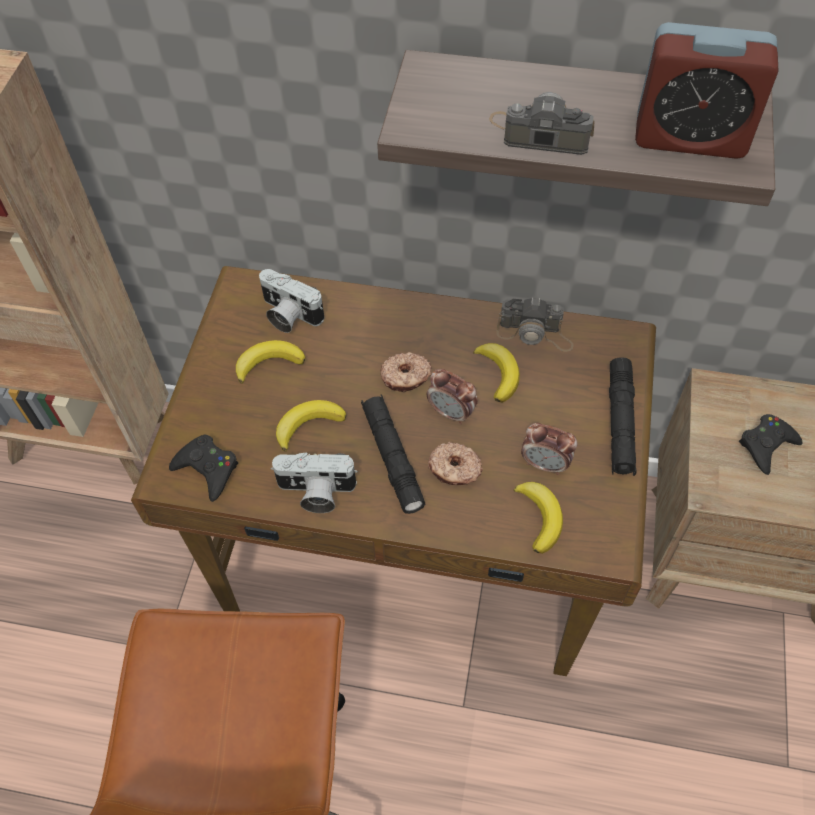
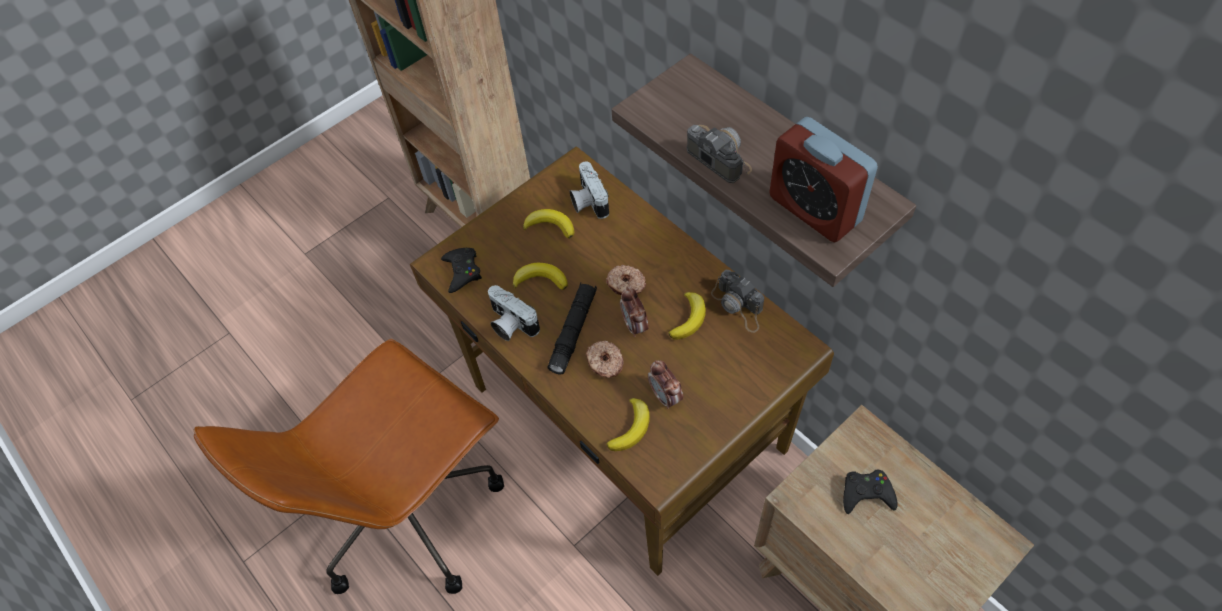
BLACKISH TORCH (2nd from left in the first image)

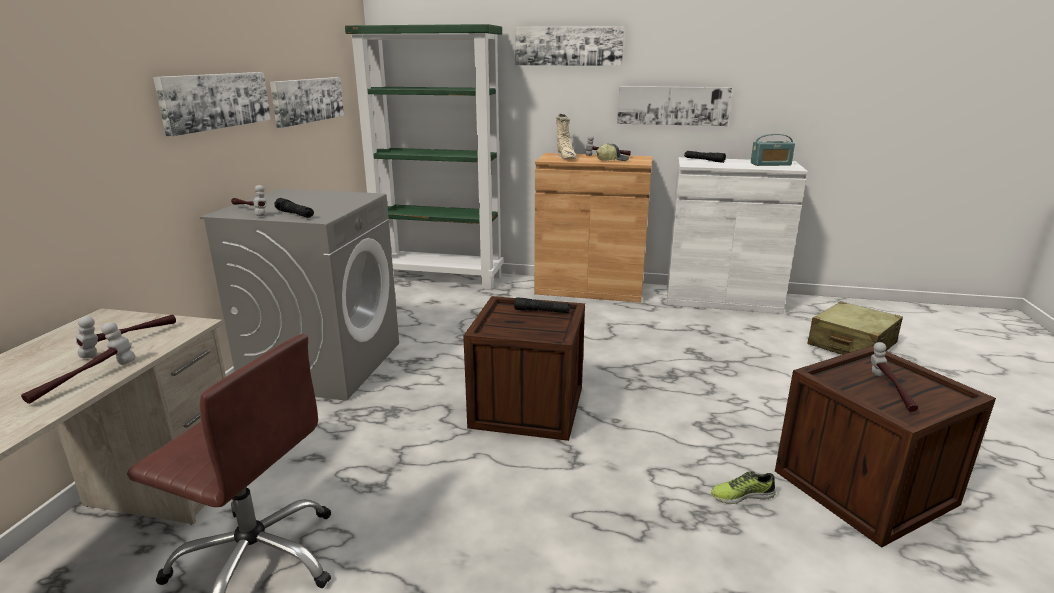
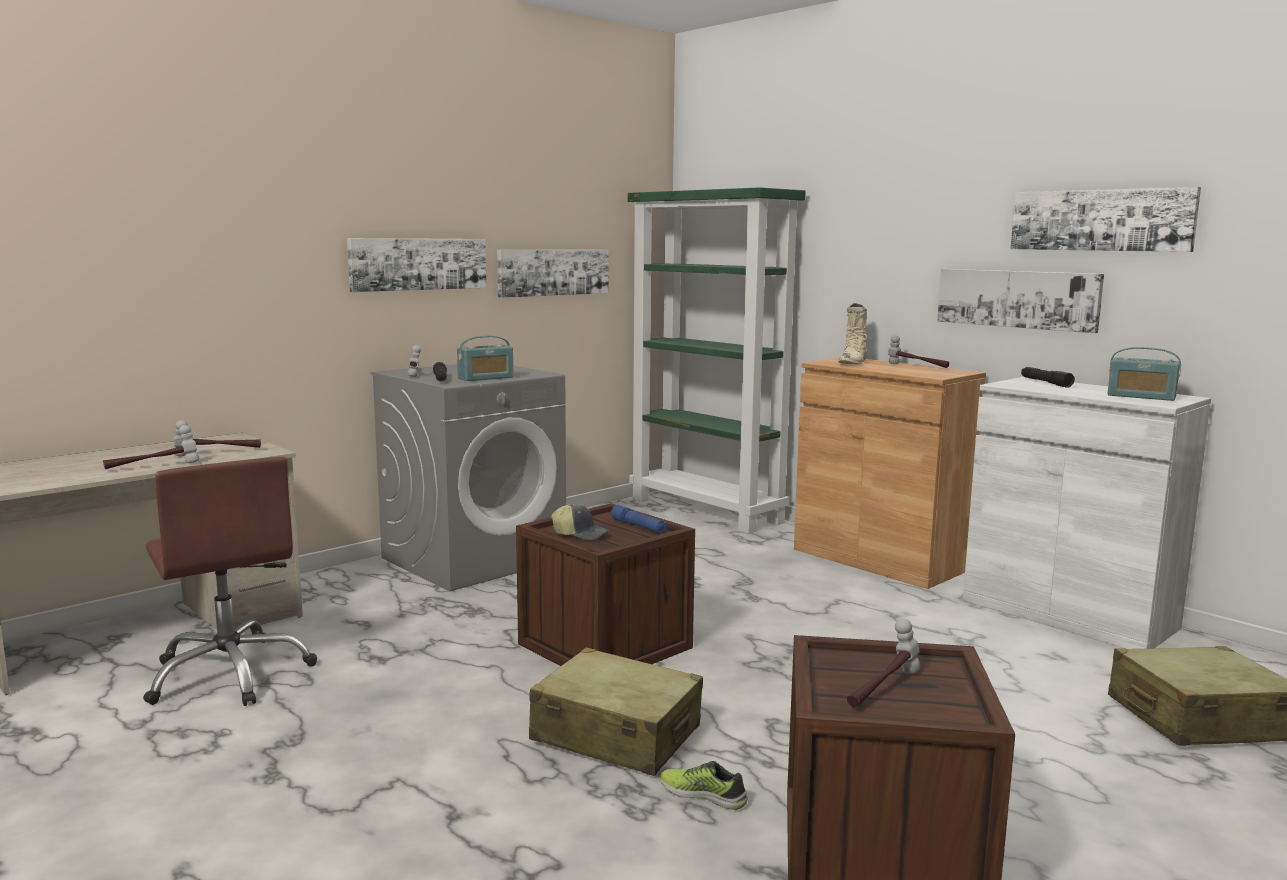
RADIO (1st from left)
SAND-COLOURED TRAVEL CASE (1st from left)
WALL ART (4th from left)
CAP
BLUISH TORCH

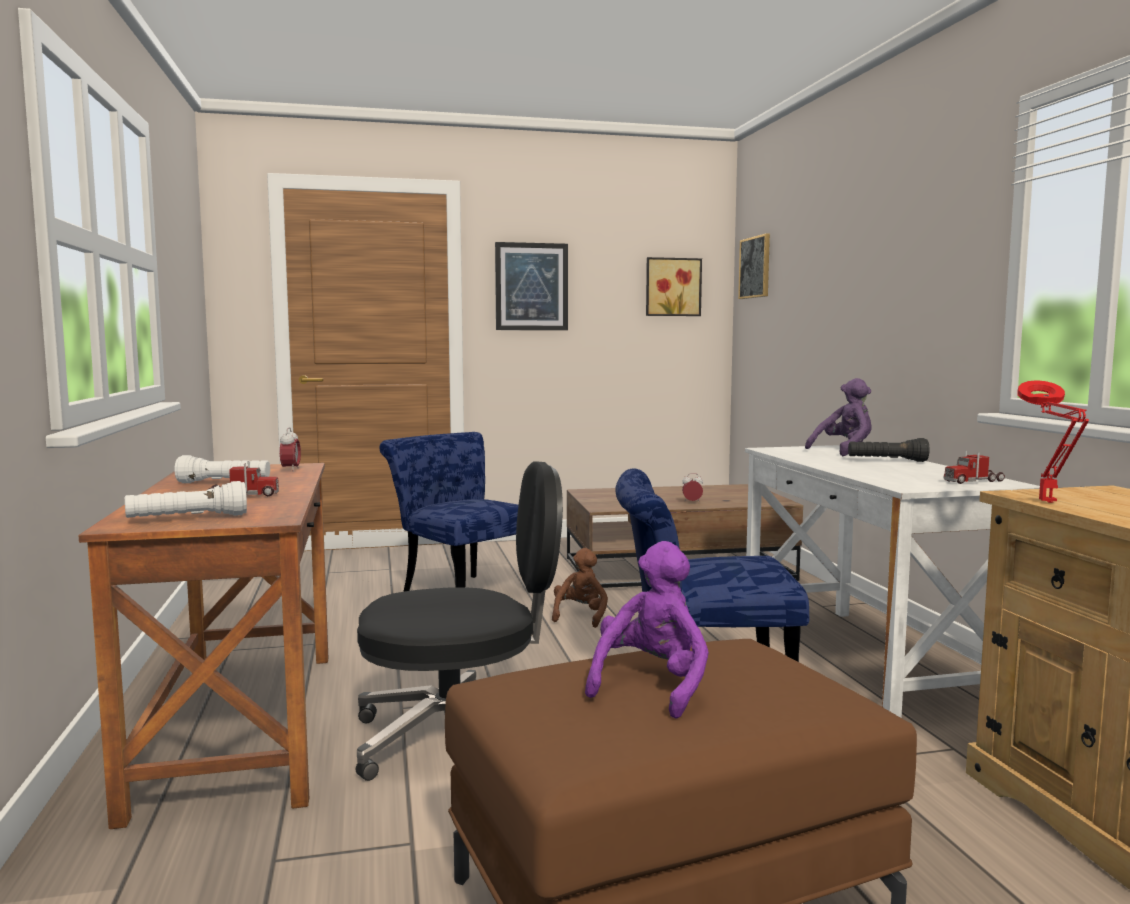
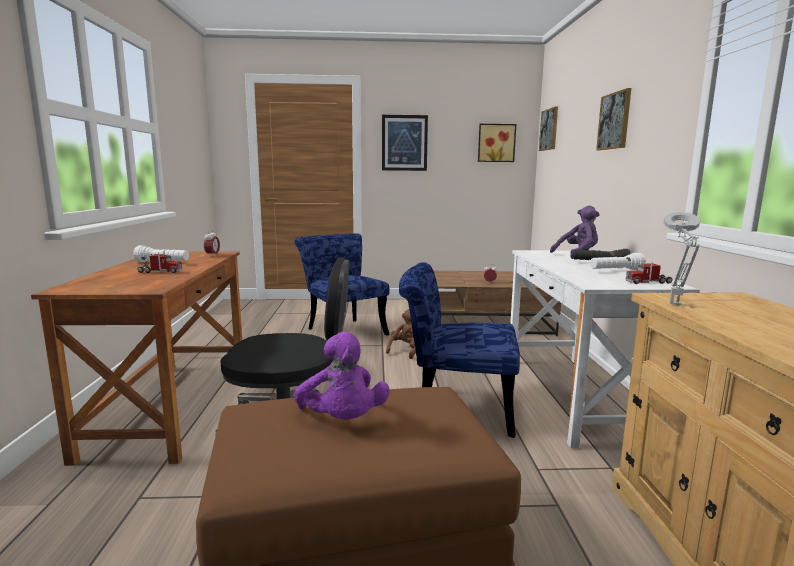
WALL ART (4th from left)
WHITISH TORCH (2nd from left)
GREY TABLETOP LAMP
PURPLISH PLUSH TOY (1st from left)

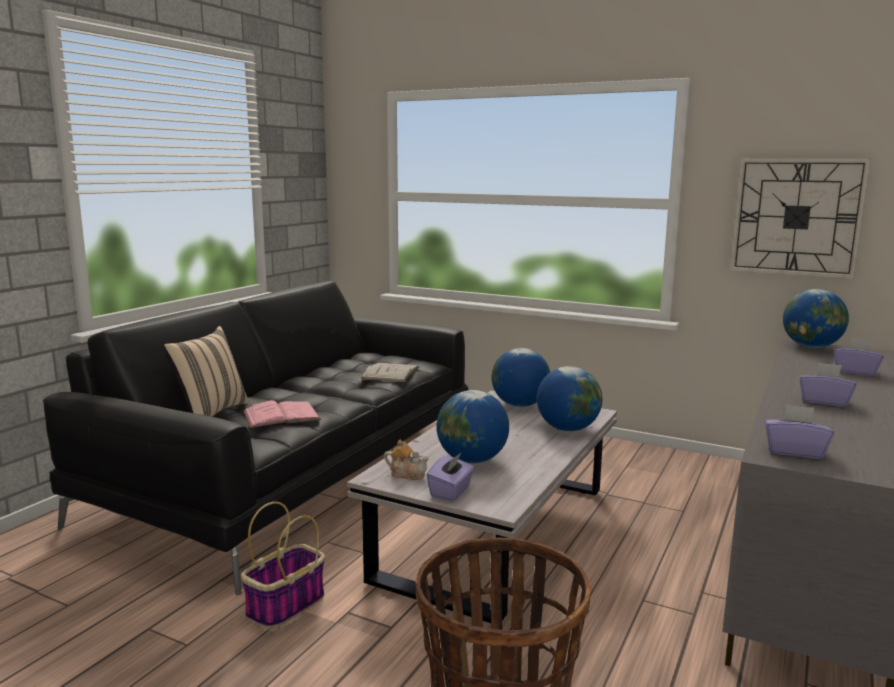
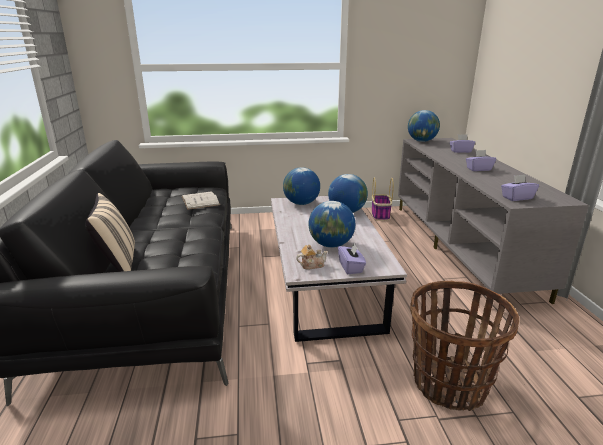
PINKISH BOUND BOOK
CLOCK ON THE WALL
BASKET (1st from left)

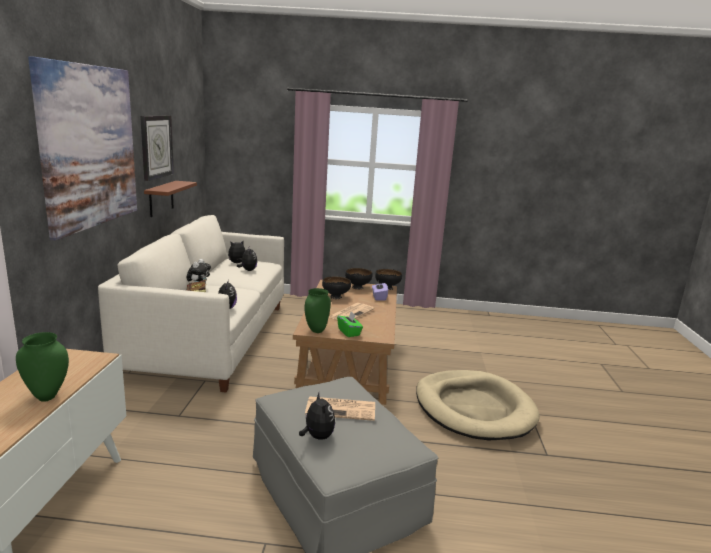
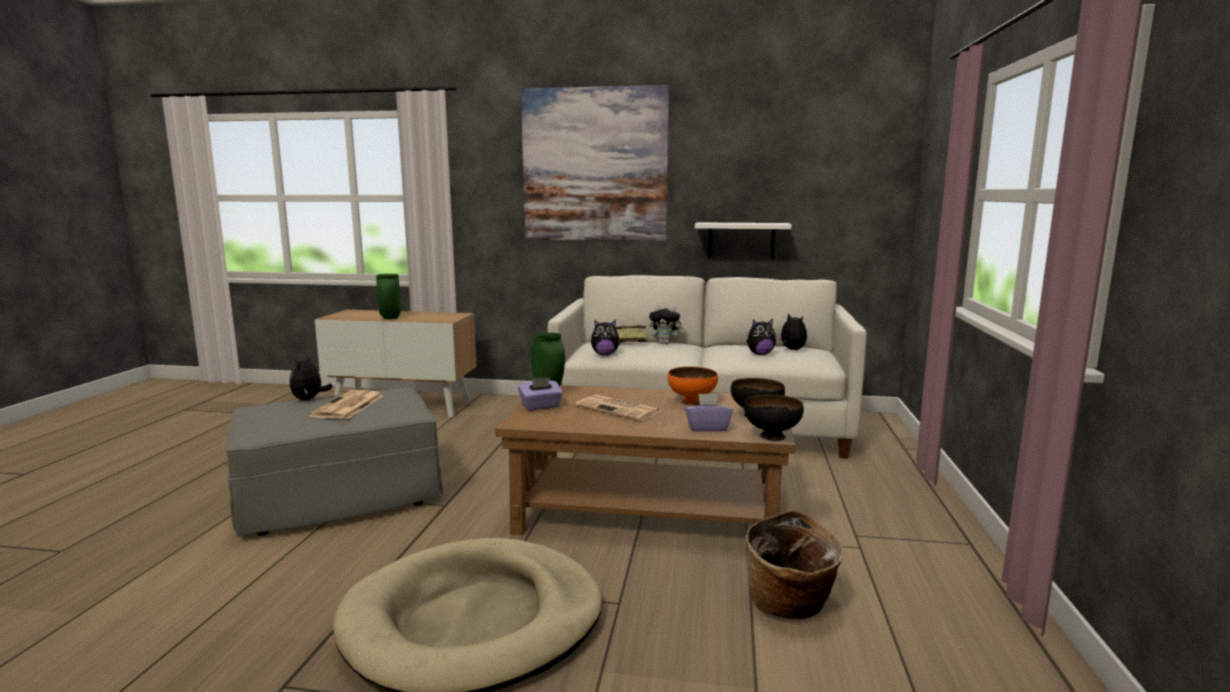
CLOCK ON THE WALL
BASKET
WHITISH BRACKET SHELF
ORANGE-COLOURED DEEP DISH
PURPLISH TISSUE HOLDER (1st from left)
PLUSH TOY (1st from left)

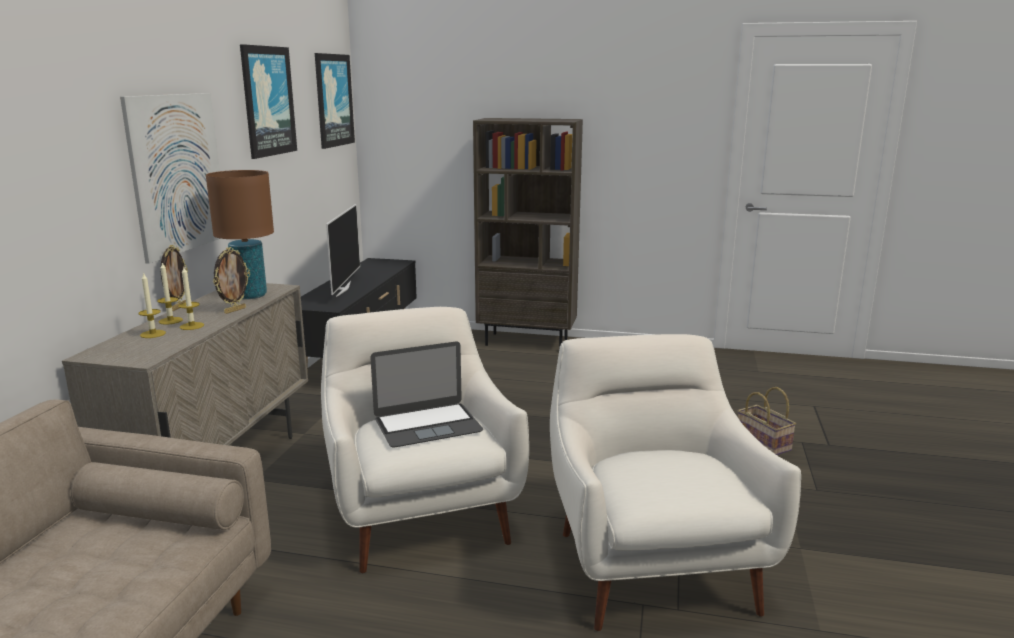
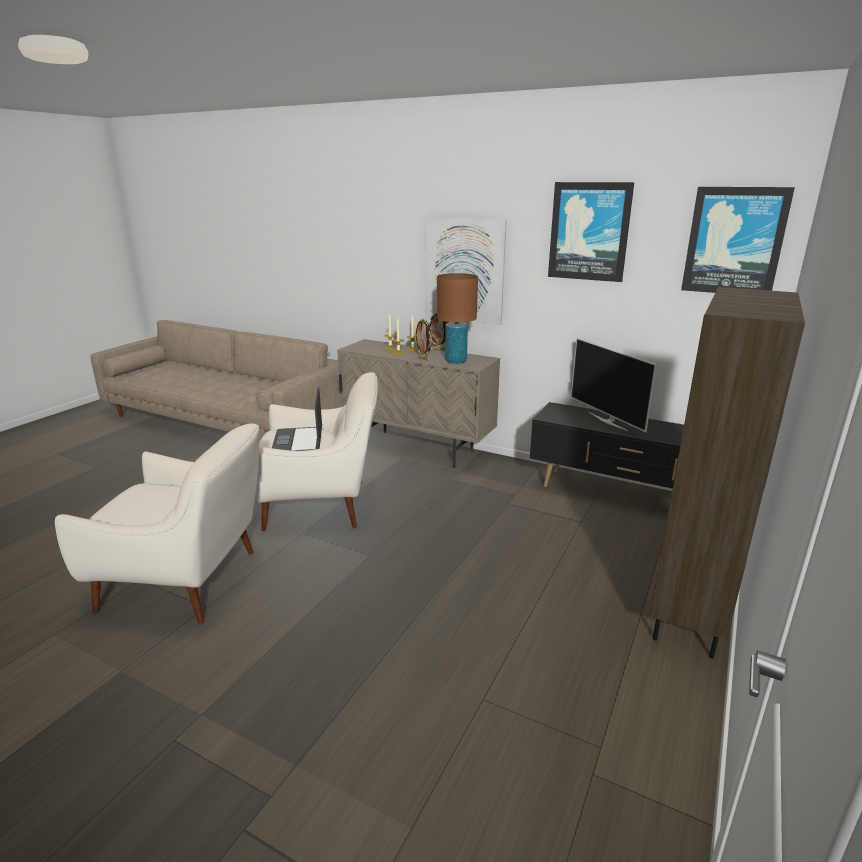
BASKET
TV SET

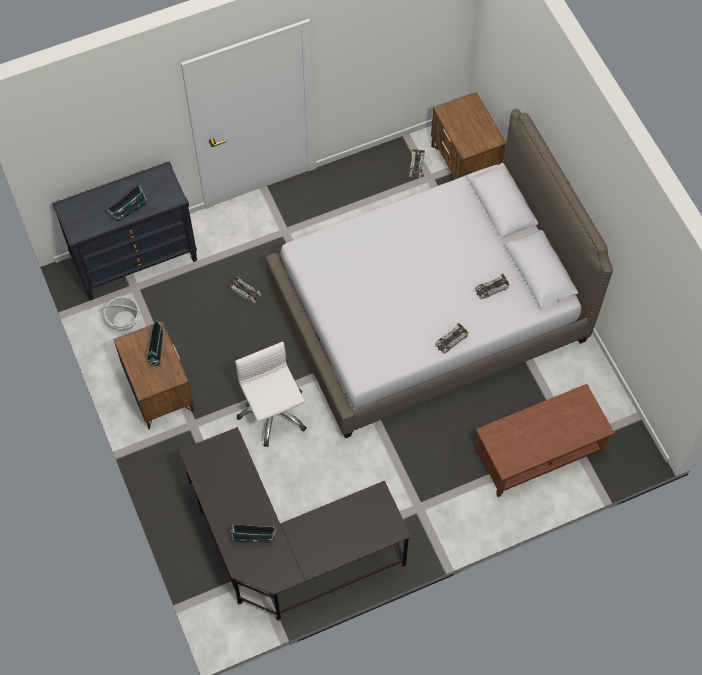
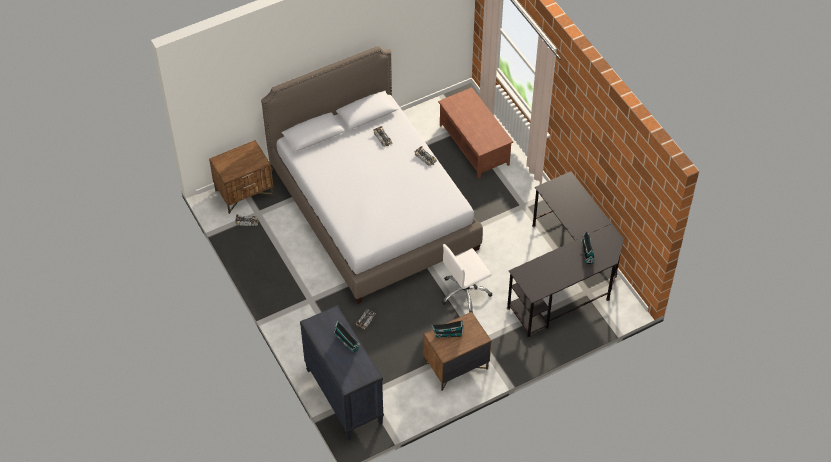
BASKET

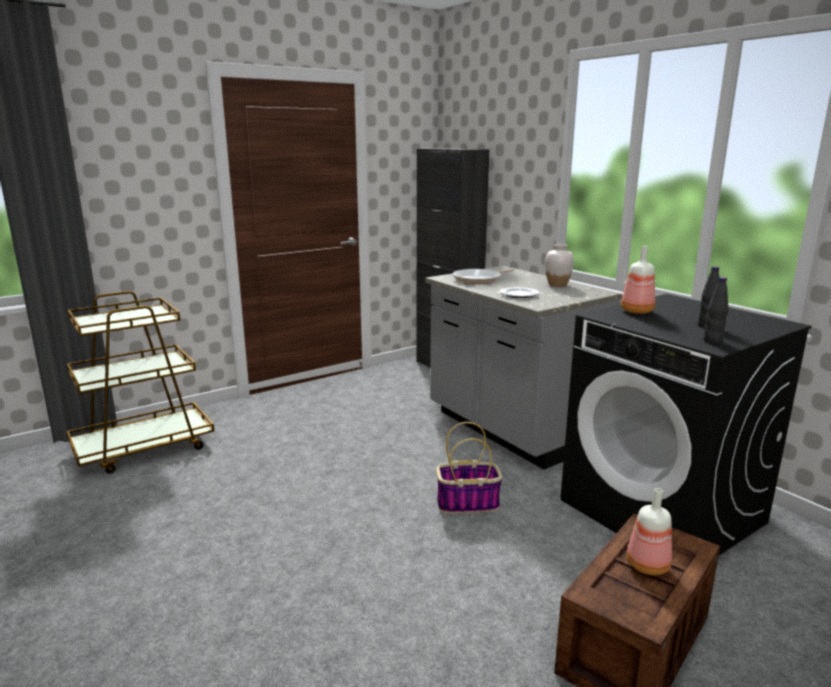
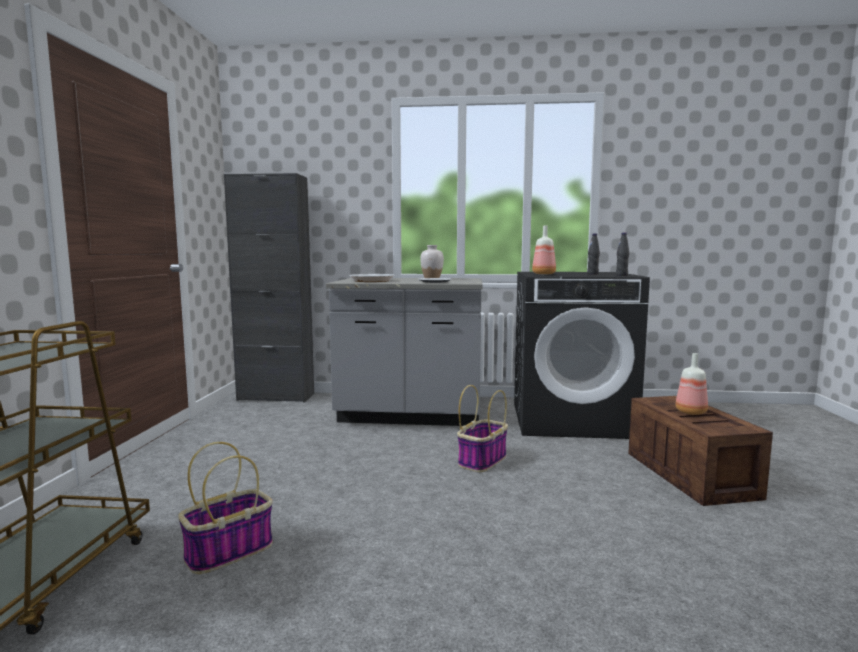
BASKET (1st from left)

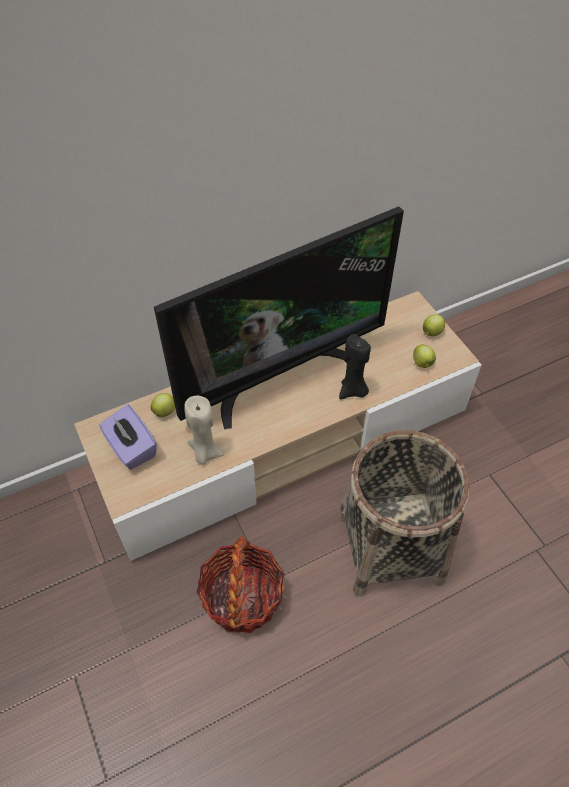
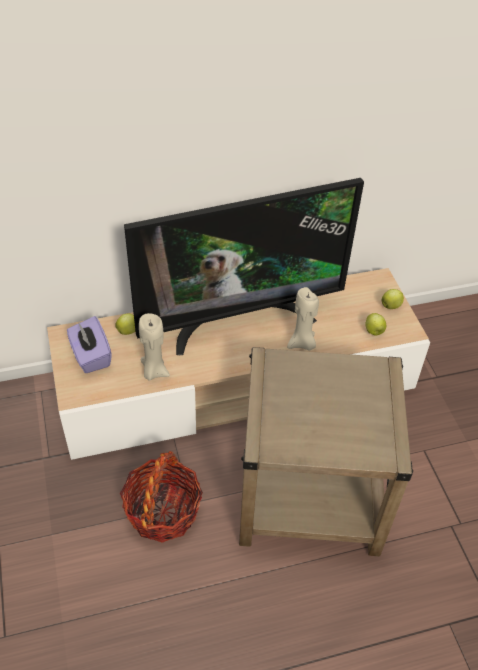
SAND-COLOURED SIDE TABLE
SAND-COLOURED WAX CANDLE (2nd from left)

